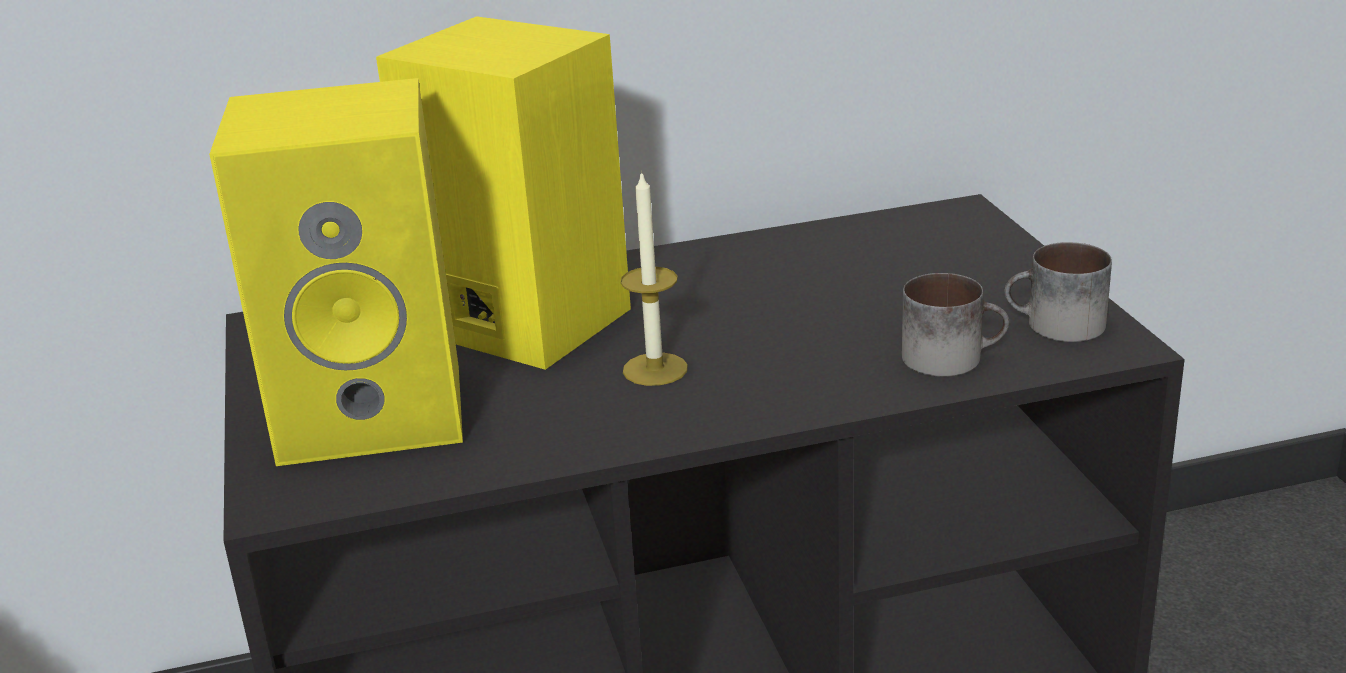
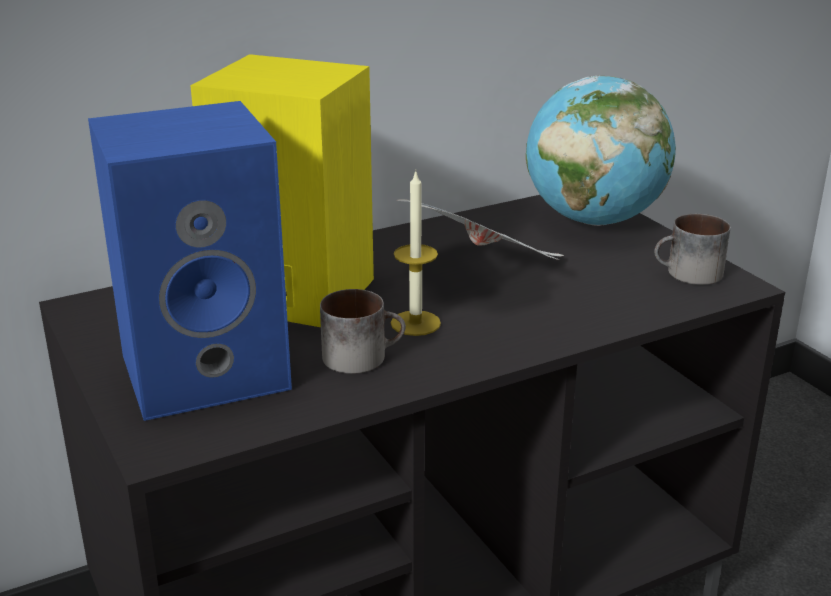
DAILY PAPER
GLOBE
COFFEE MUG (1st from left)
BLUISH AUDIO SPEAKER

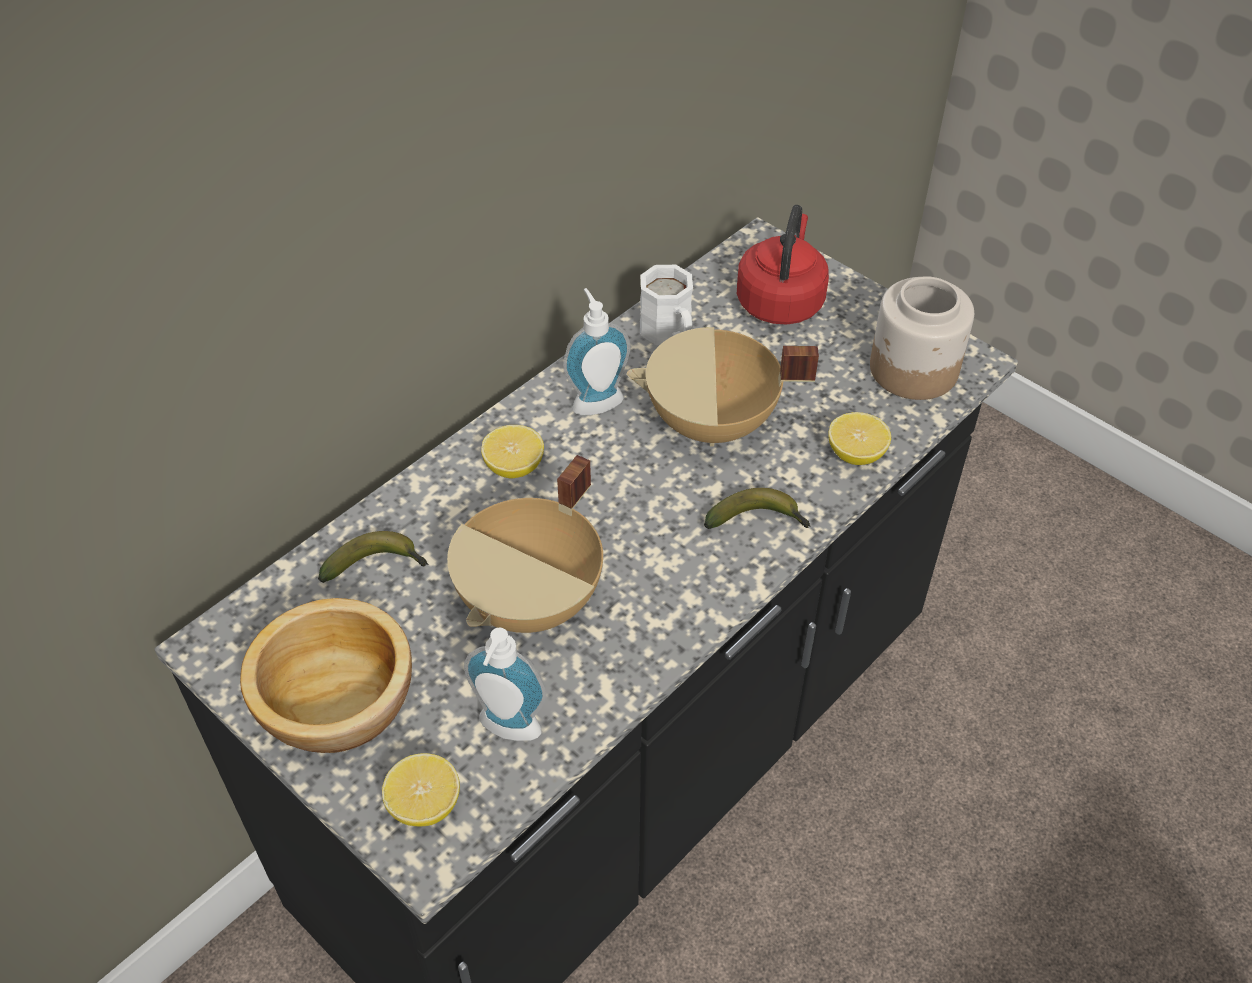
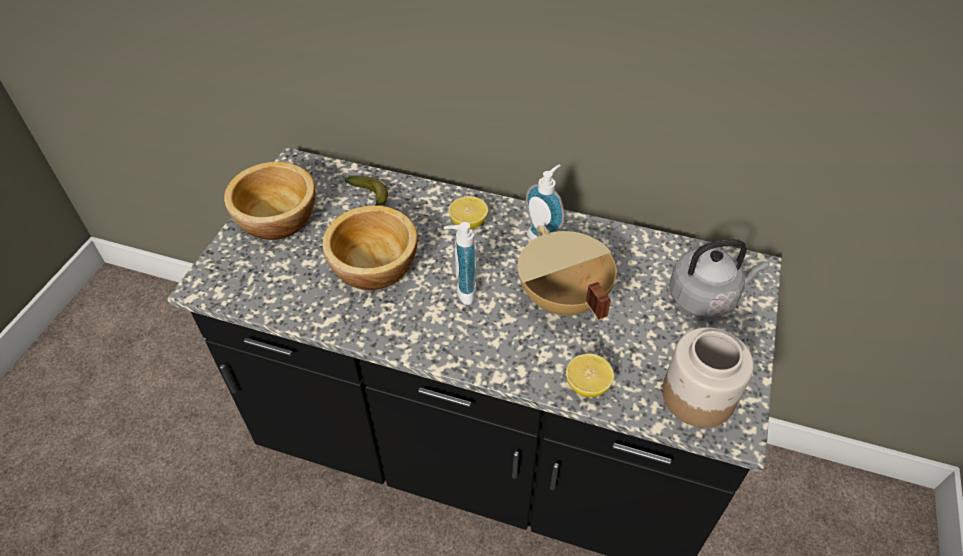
LEMON (1st from left in the first image)
WHITISH COFFEE MUG
BANANA FRUIT (2nd from left in the first image)
SOAP DISPENSER (1st from left)
DEEP DISH (2nd from left)
GREY KETTLE

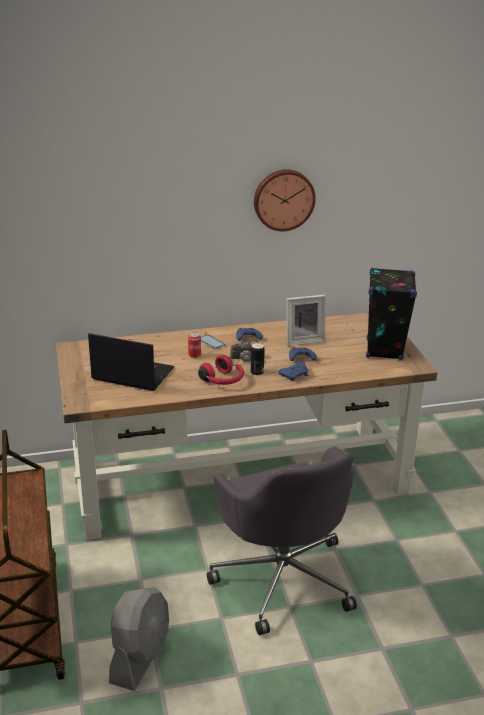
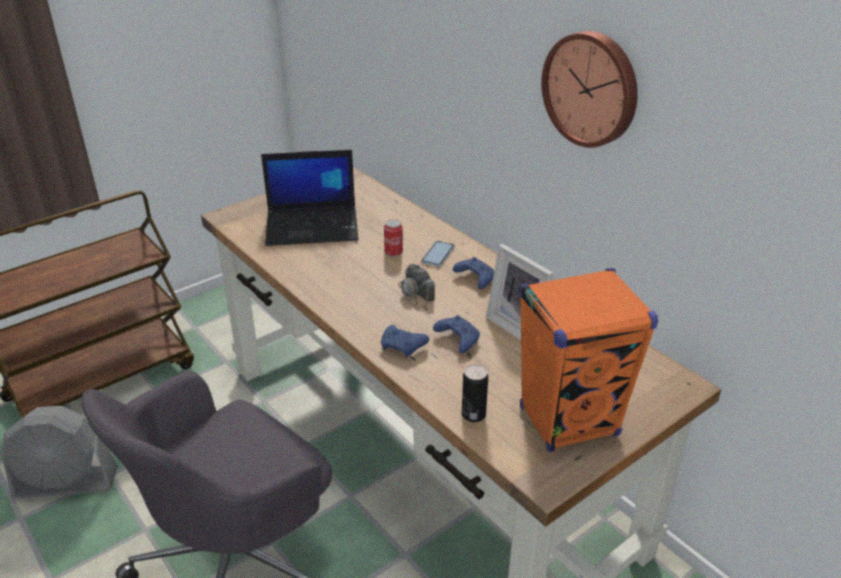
RED HEADSET
METAL CAN (2nd from left)
ORANGE-COLOURED AUDIO SPEAKER
NOTEBOOK COMPUTER

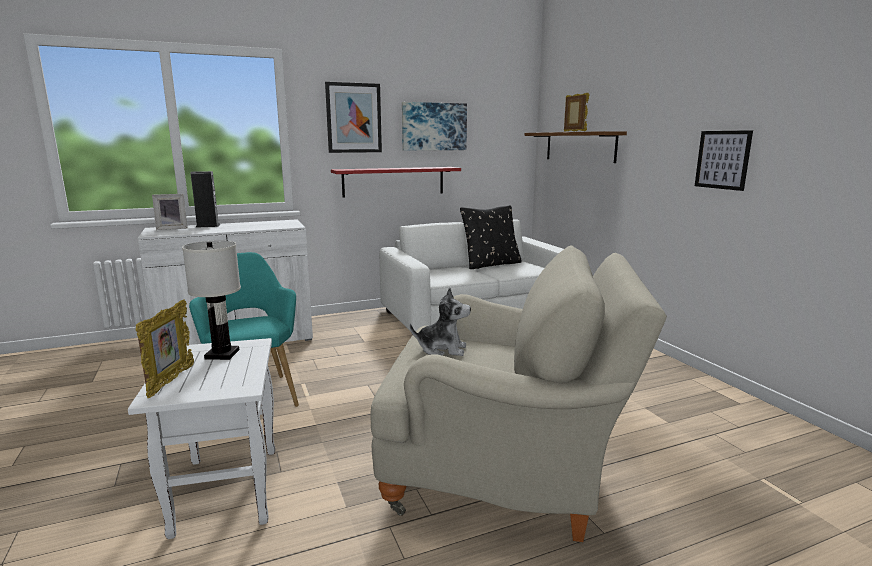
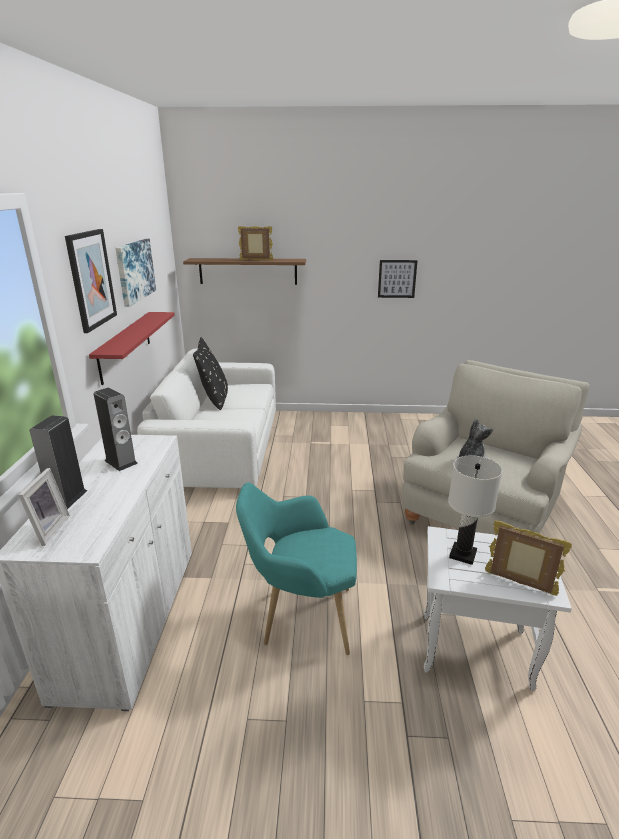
AUDIO SPEAKER (2nd from left)

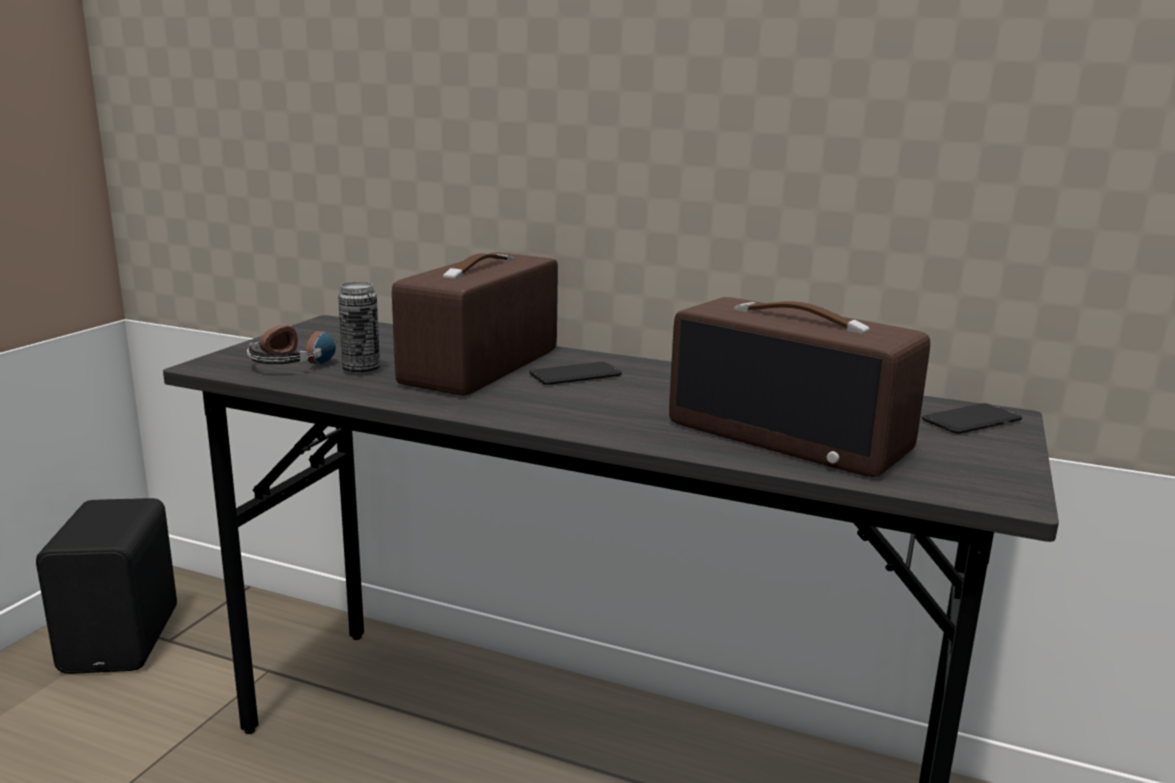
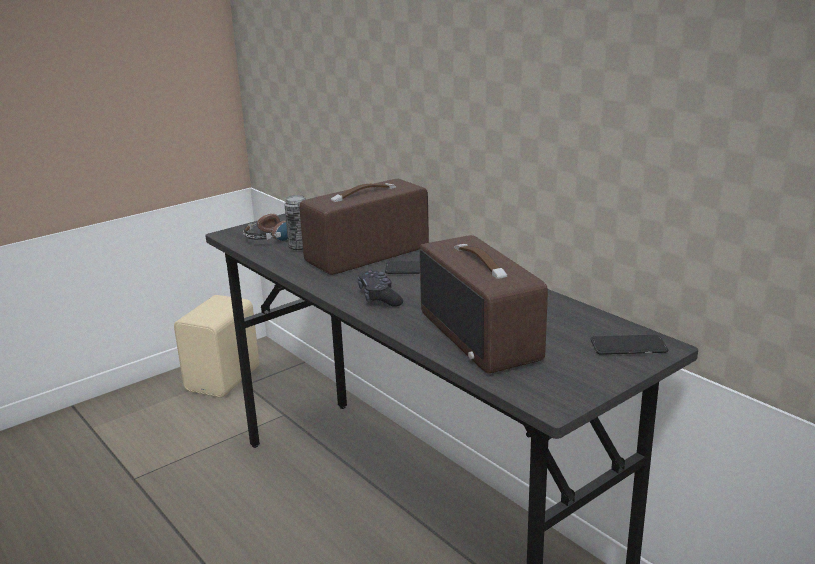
BLACKISH JOYPAD
SAND-COLOURED AUDIO SPEAKER

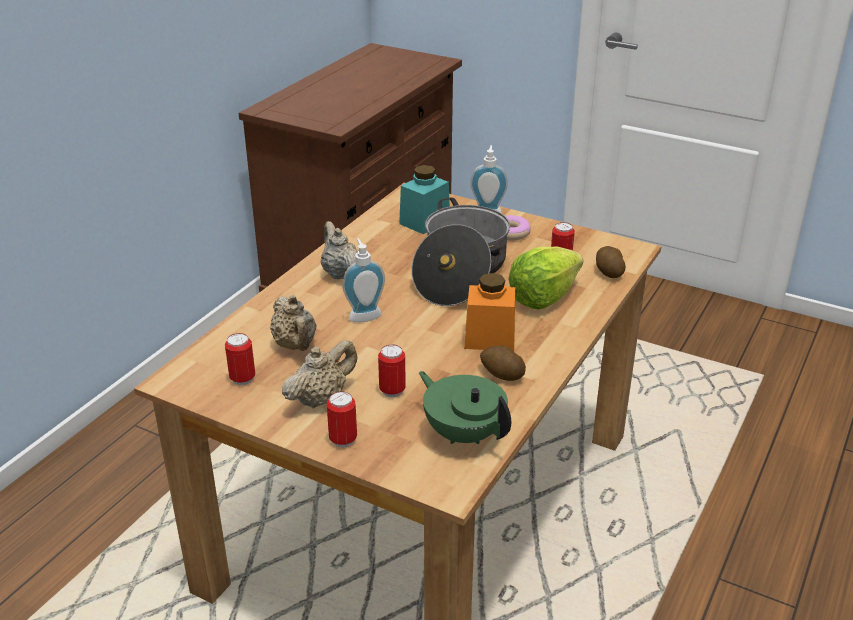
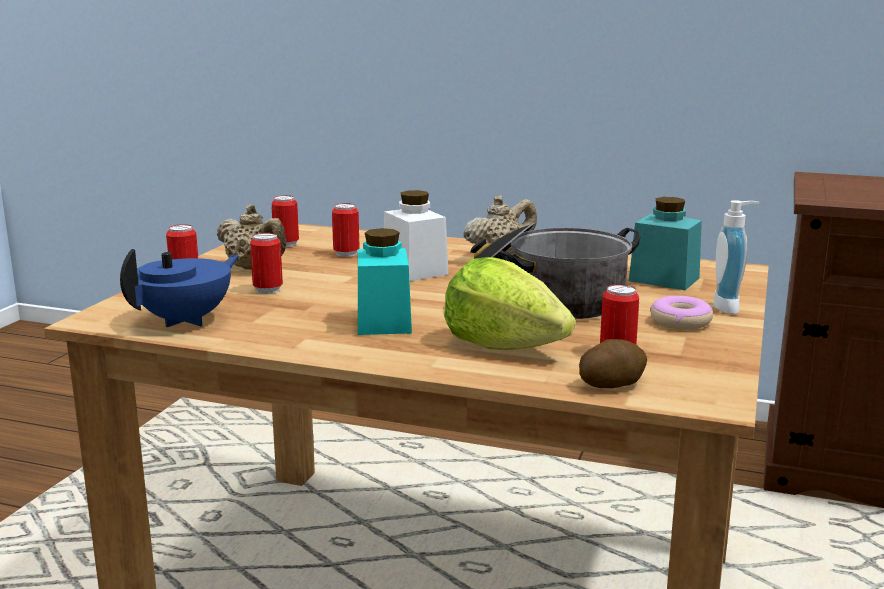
POTATO (1st from left in the first image)
METAL CAN (4th from left)
WHITISH PRESERVE JAR
BLUISH TEAPOT
TURQUOISE-COLOURED PRESERVE JAR (1st from left)

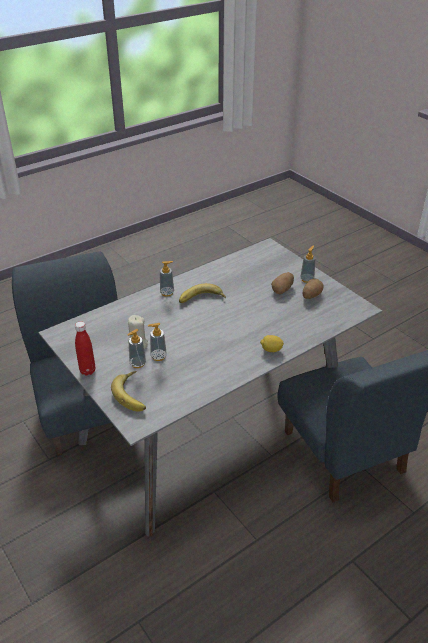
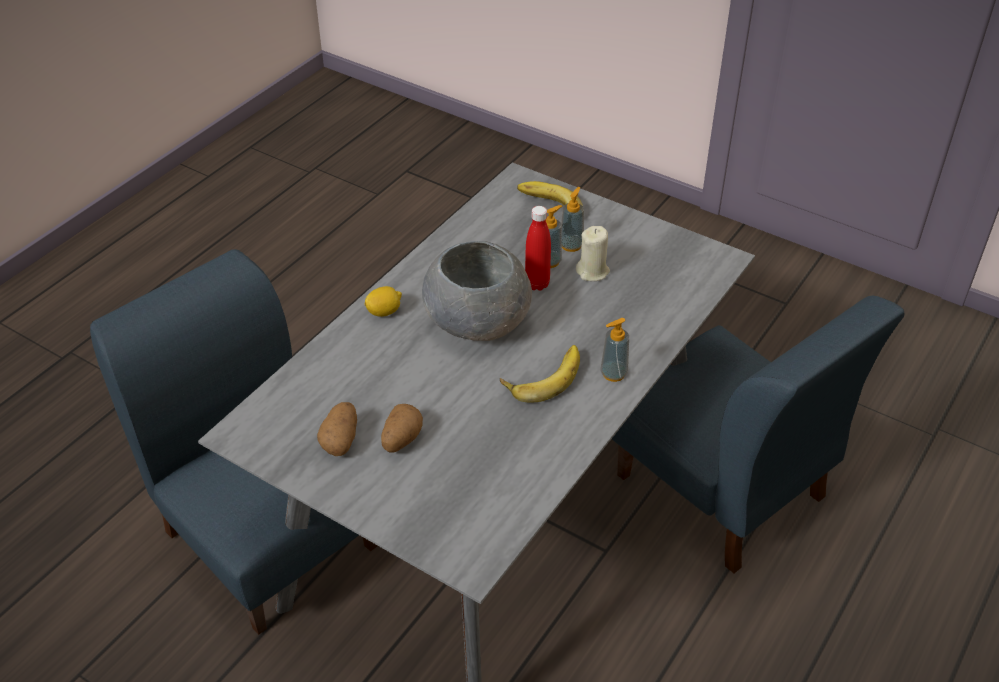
SOAP DISPENSER (4th from left in the first image)
GREY DEEP DISH
RED DRINK BOTTLE

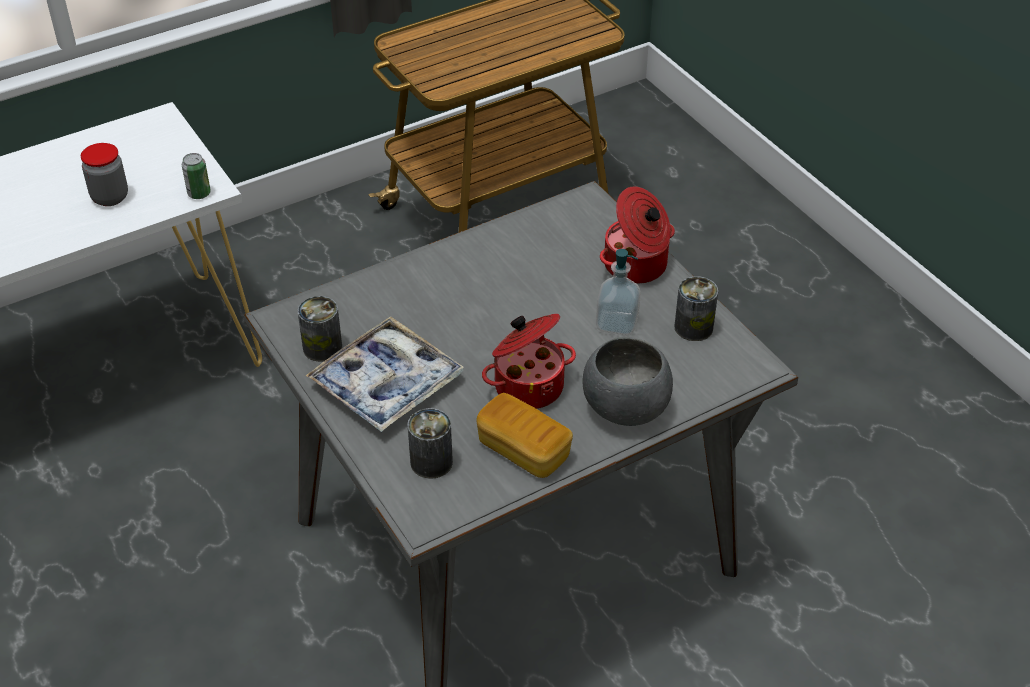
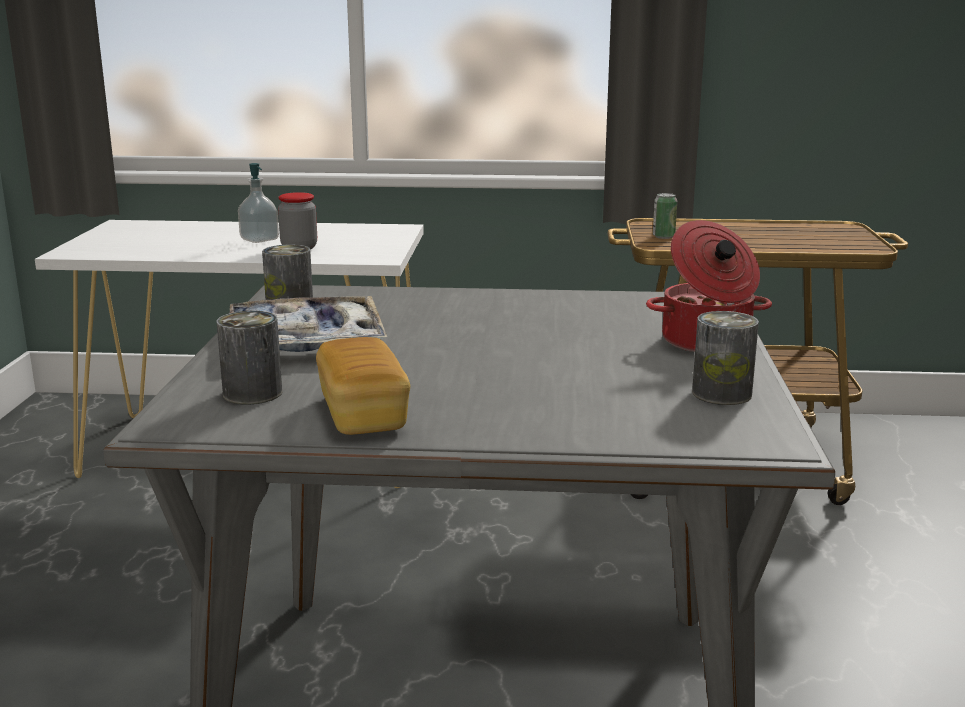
SAUCEPOT (1st from left in the first image)
GREY DEEP DISH
METAL CAN (3rd from left)
SOAP DISPENSER

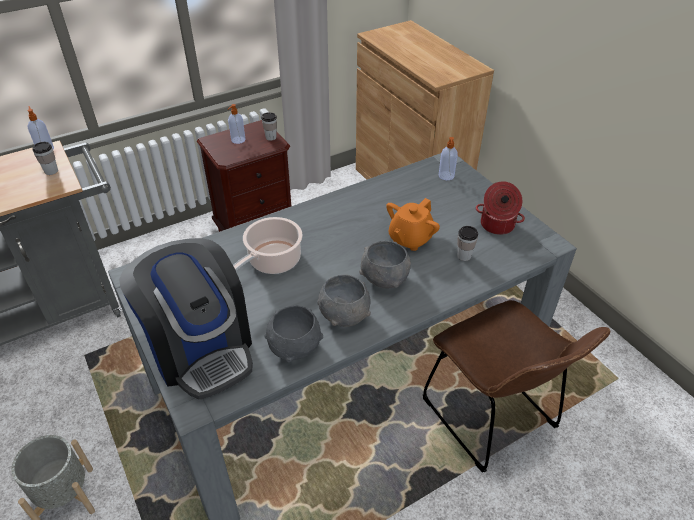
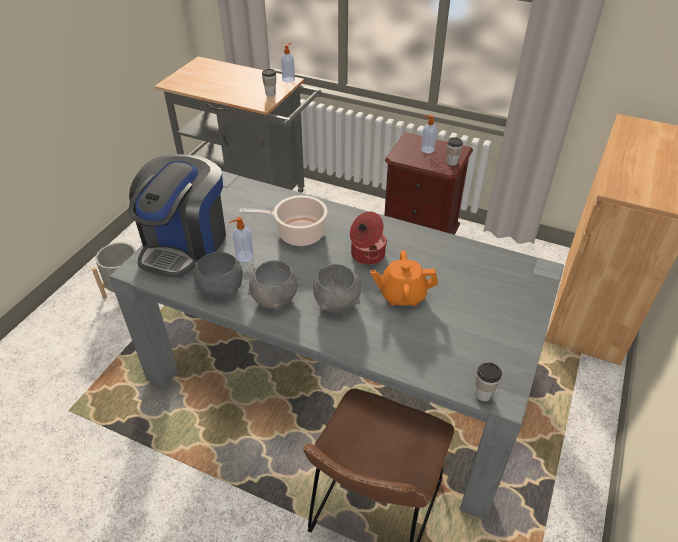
SOAP DISPENSER (1st from left)
SMALL CUP (3rd from left)
SAUCEPOT (2nd from left)

